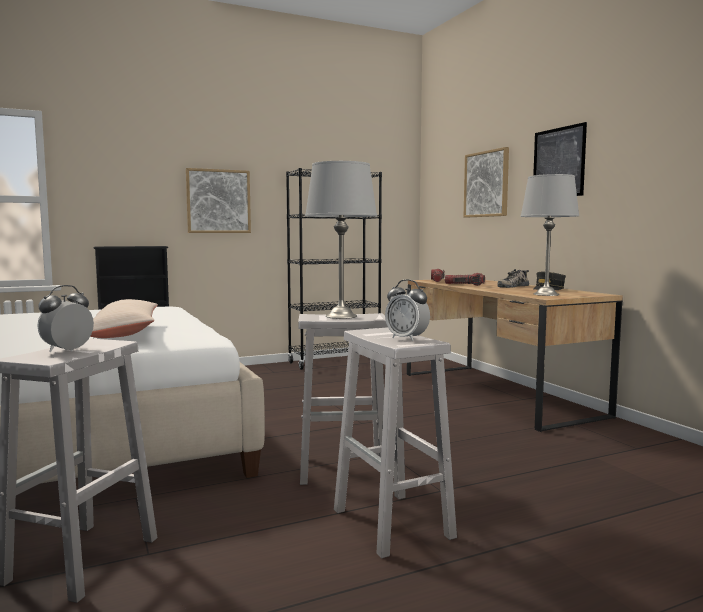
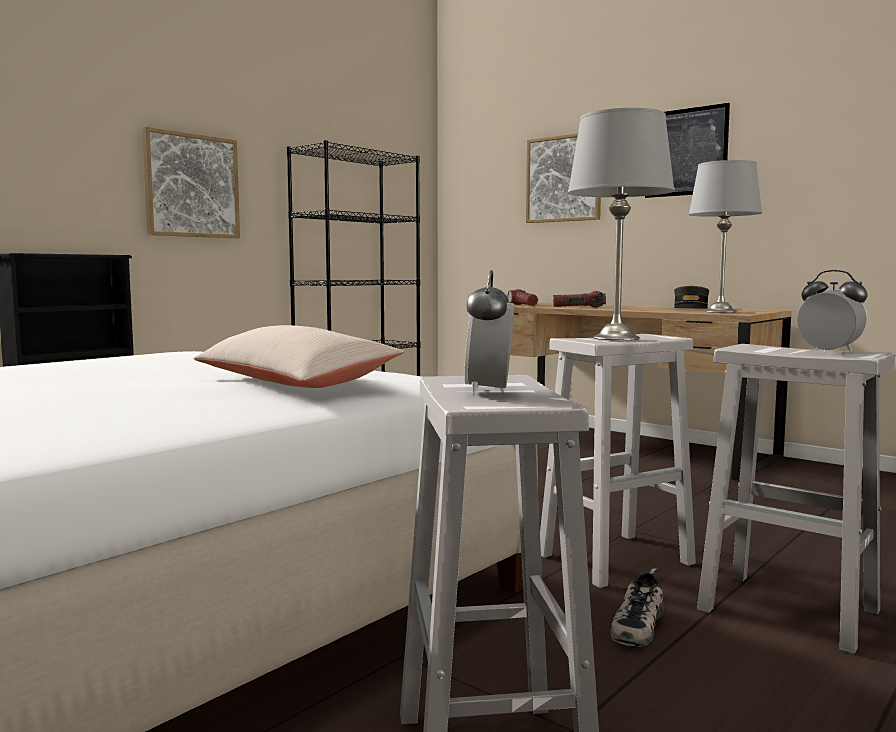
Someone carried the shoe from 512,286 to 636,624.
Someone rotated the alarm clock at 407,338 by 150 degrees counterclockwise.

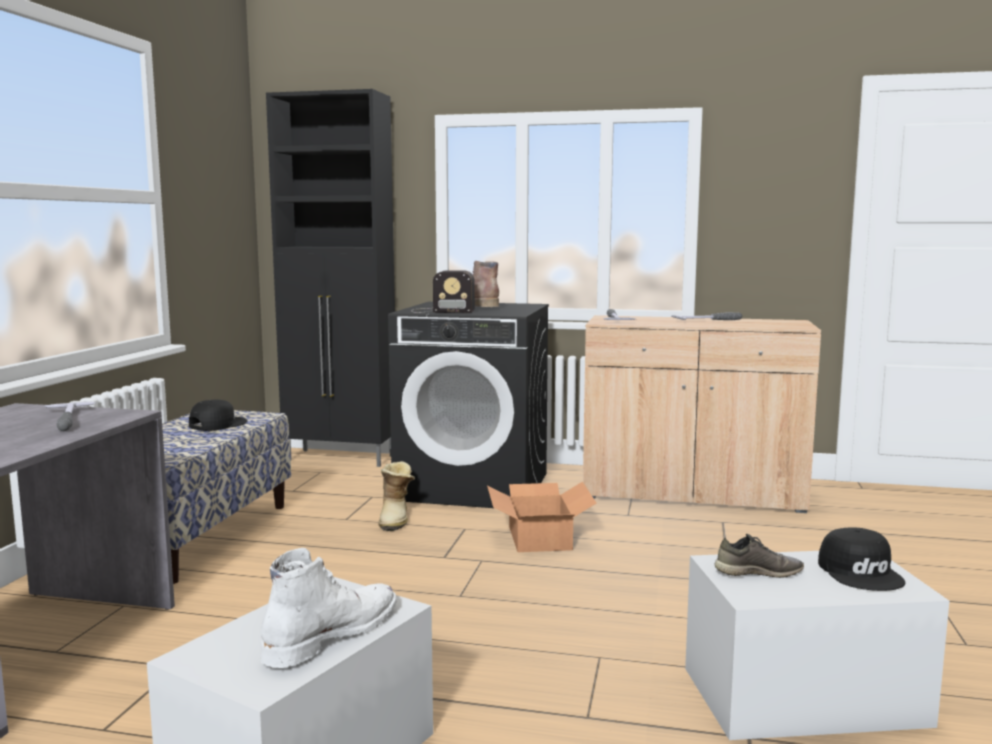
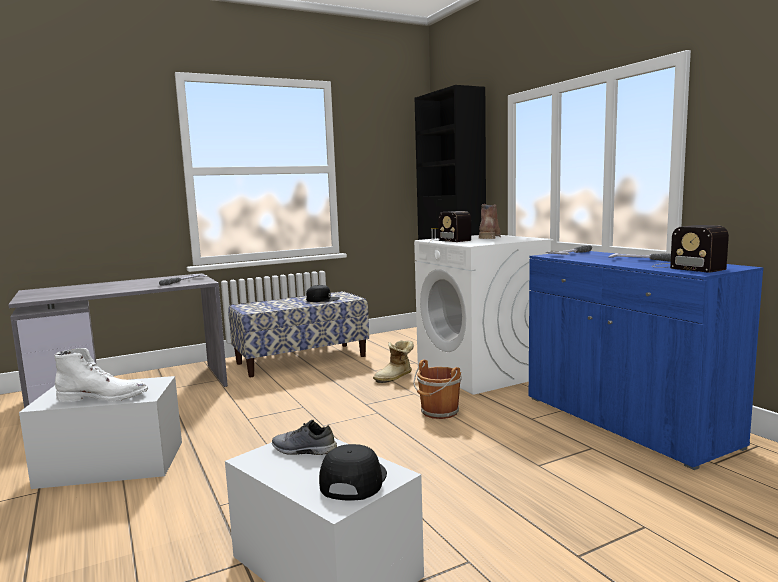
Someone put down the radio at 685,267.
Someone swapped the cardboard box at 540,538 for the brown bucket at 439,412.
Someone repainted the black washing machine at 474,486, which became the white washing machine at 482,372.
Someone repainted the beige cabinet at 692,493, which became the blue cabinet at 625,421.
Someone rotated the grey shoe at 758,572 by 150 degrees clockwise.
Someone rotated the black cap at 861,572 by 150 degrees clockwise.

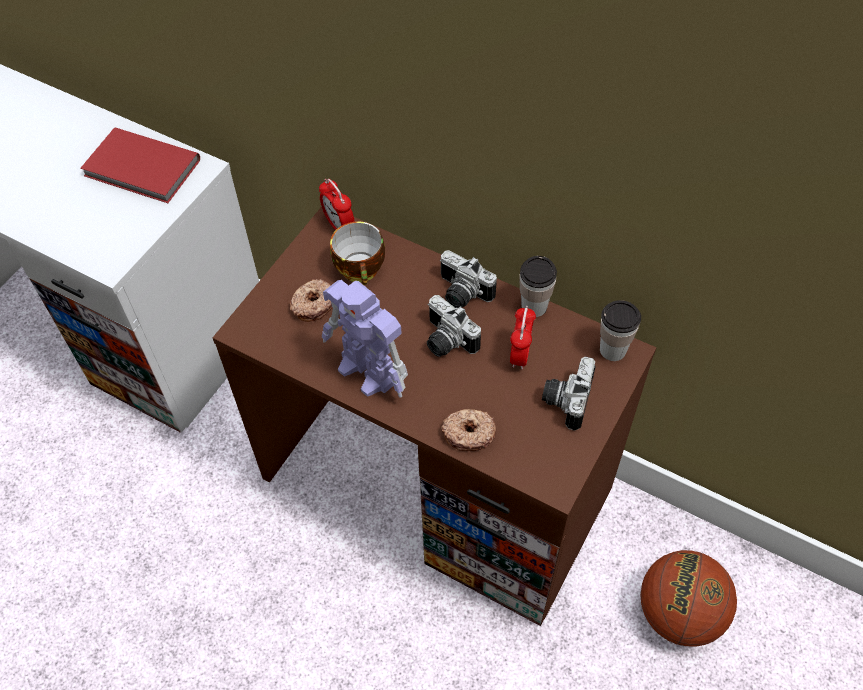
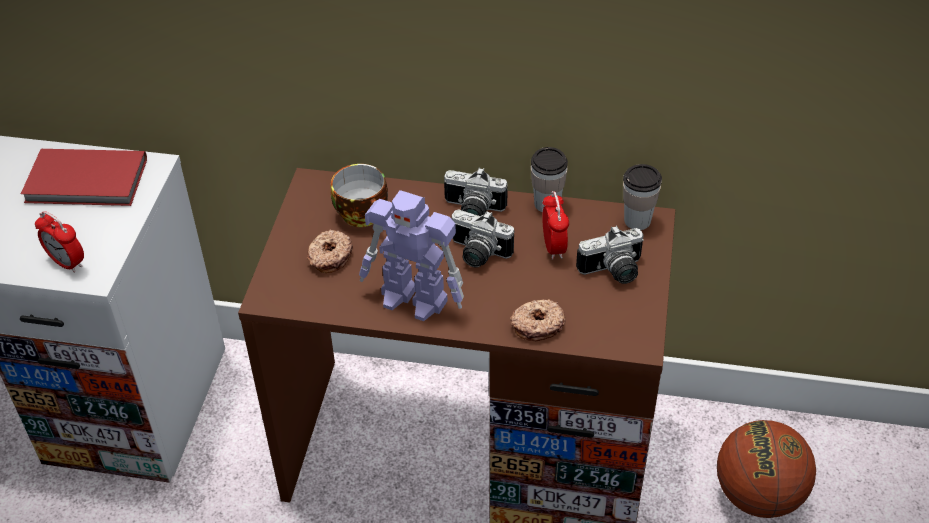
Someone carried the alarm clock from 339,225 to 67,263.
Someone rotated the photo camera at 565,399 by 105 degrees counterclockwise.

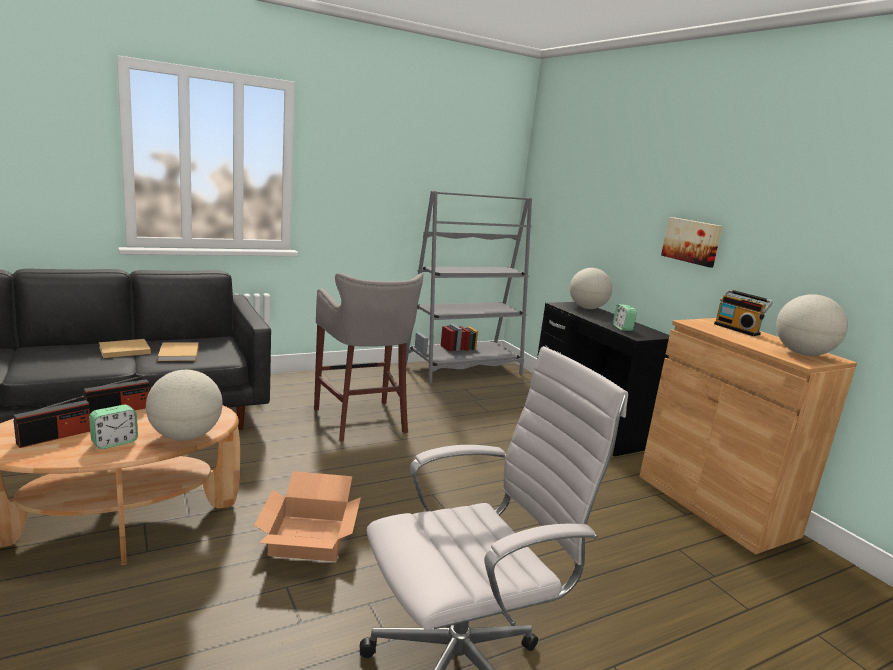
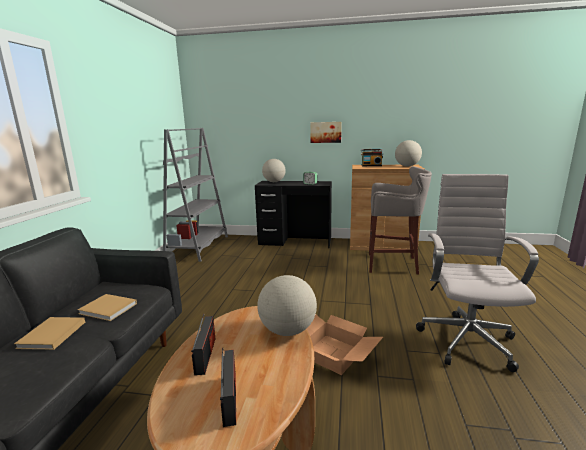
Someone took away the alarm clock at 114,442.
Someone carried the grey stool from 362,421 to 393,264.

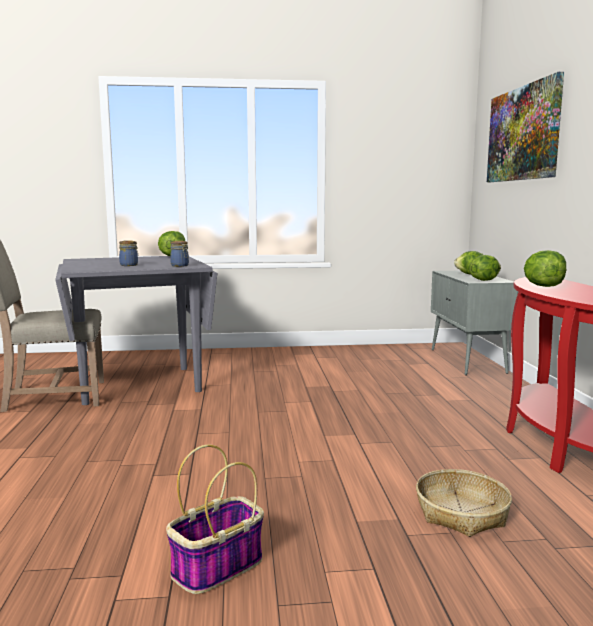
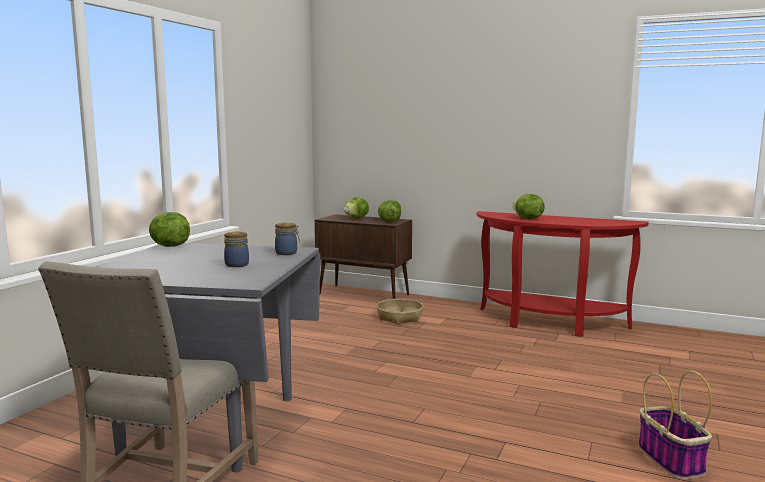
Someone took away the picture at 522,134.
Someone carried the basket from 461,513 to 399,317.
Someone repainted the grey cabinet at 467,361, which became the brown cabinet at 364,294.

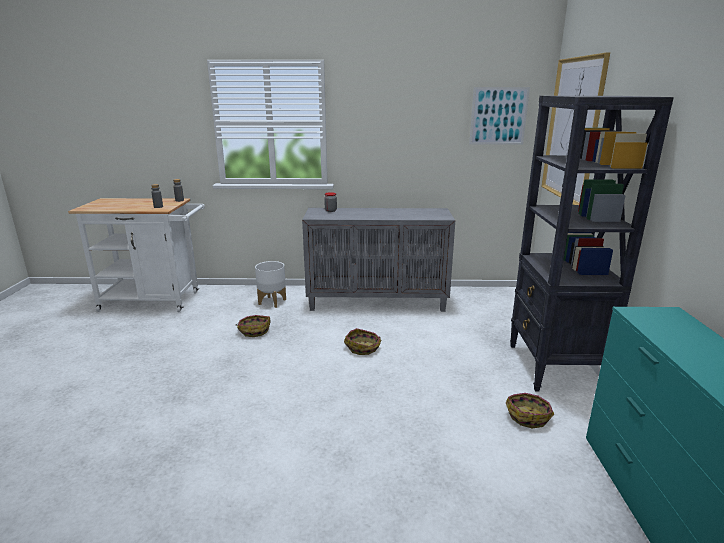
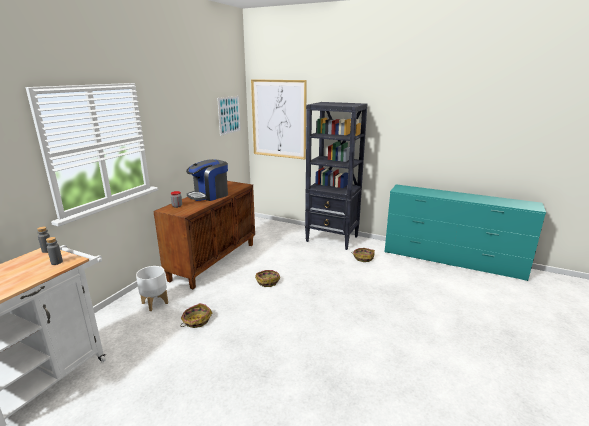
Someone put down the coffee machine at 209,195.
Someone repainted the grey cabinet at 378,302, which became the brown cabinet at 214,261.

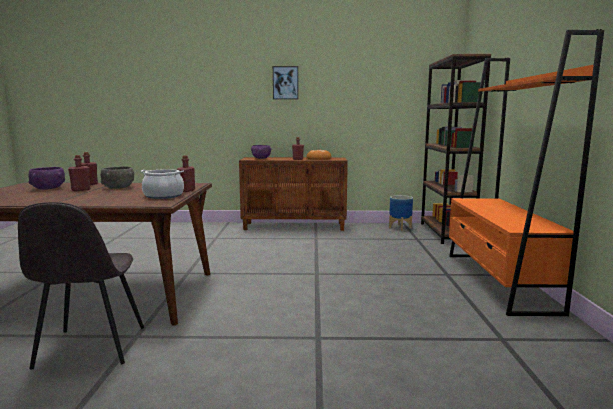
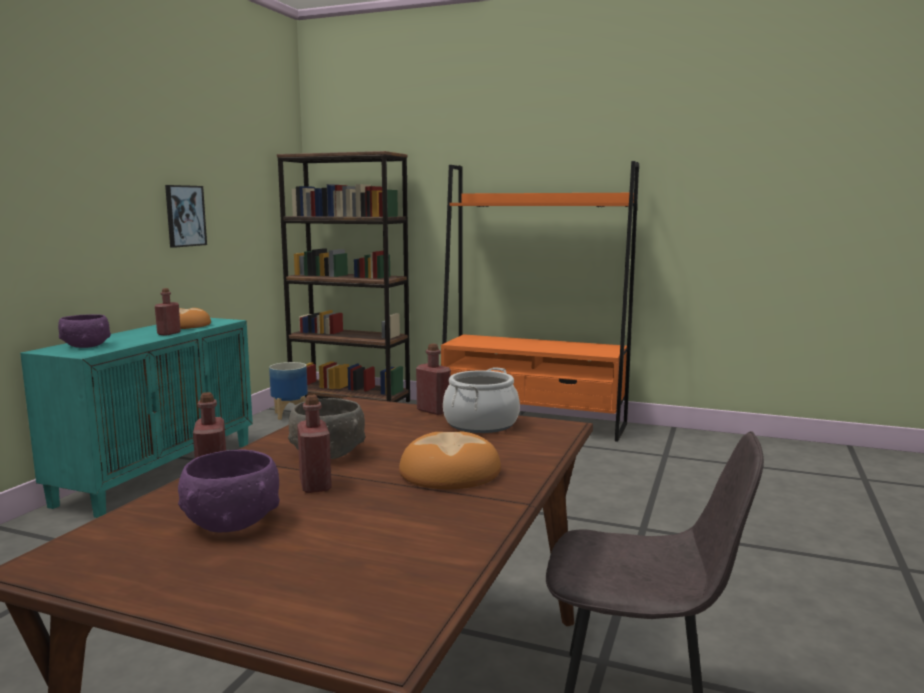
Someone put down the bread at 450,471.
Someone carried the picture from 285,83 to 185,216.
Someone repainted the brown cabinet at 295,226, which became the turquoise cabinet at 159,472.

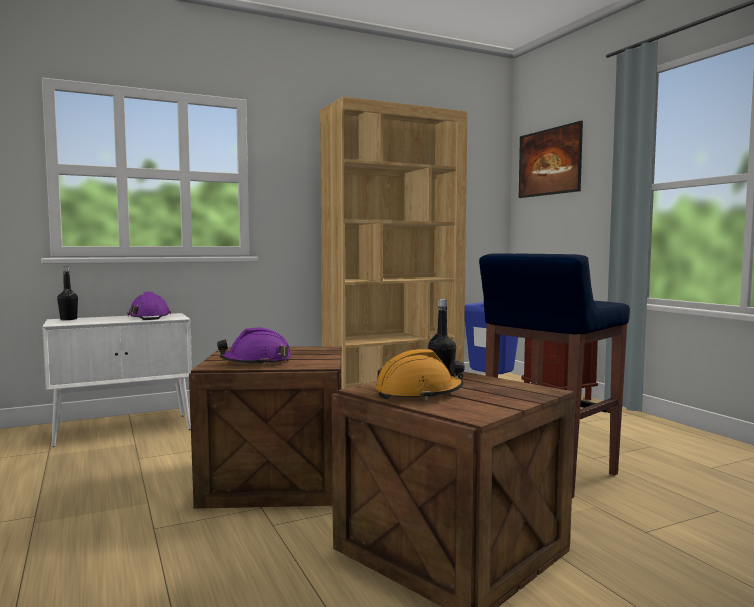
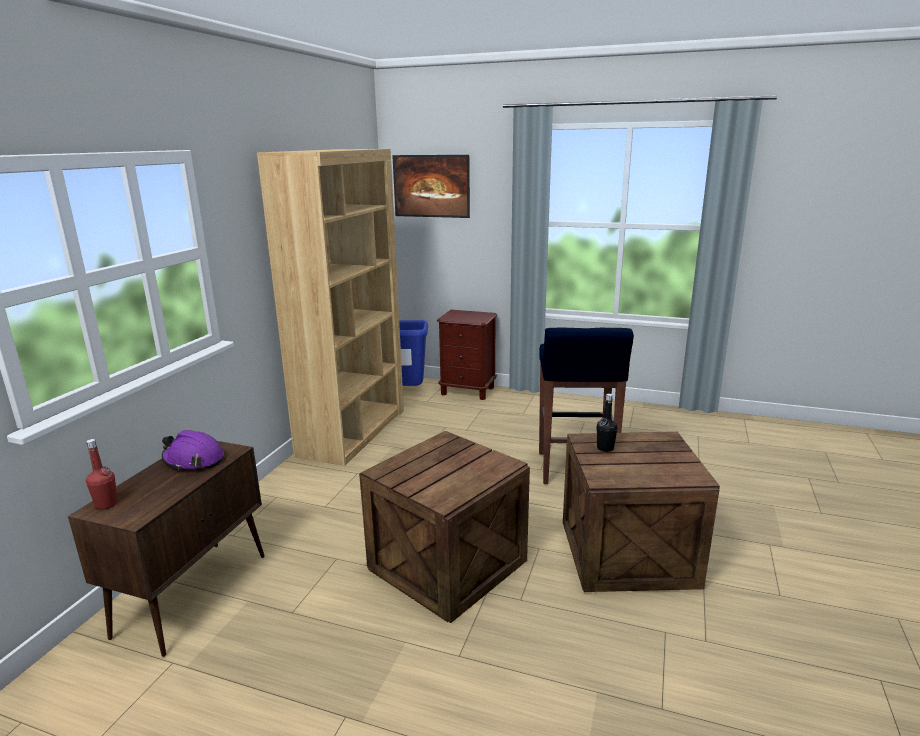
Someone took away the purple hard hat at 256,362.
Someone took away the orange hard hat at 419,393.
Someone repainted the white cabinet at 124,430, which became the brown cabinet at 194,593.
Someone repainted the black bottle at 68,319, which became the red bottle at 106,504.

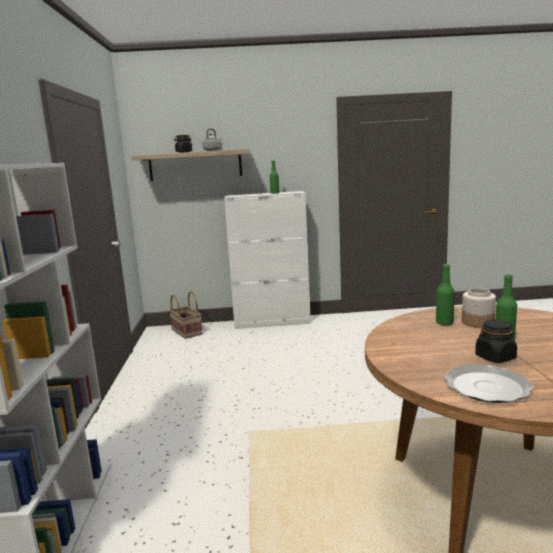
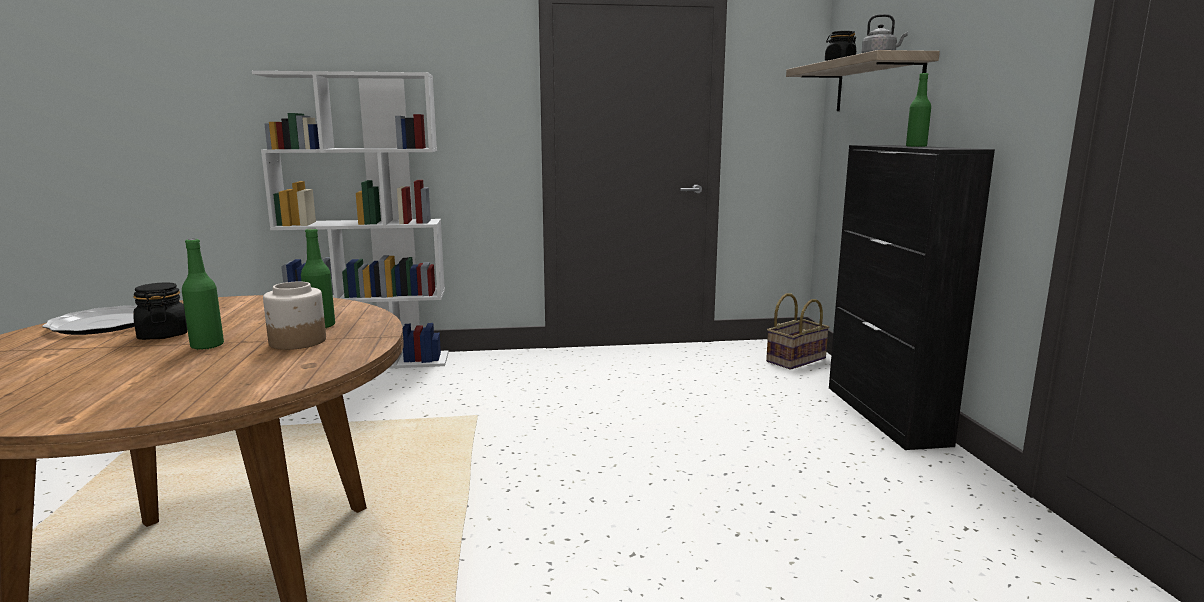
Someone repainted the white cabinet at 272,322, which became the black cabinet at 885,415.

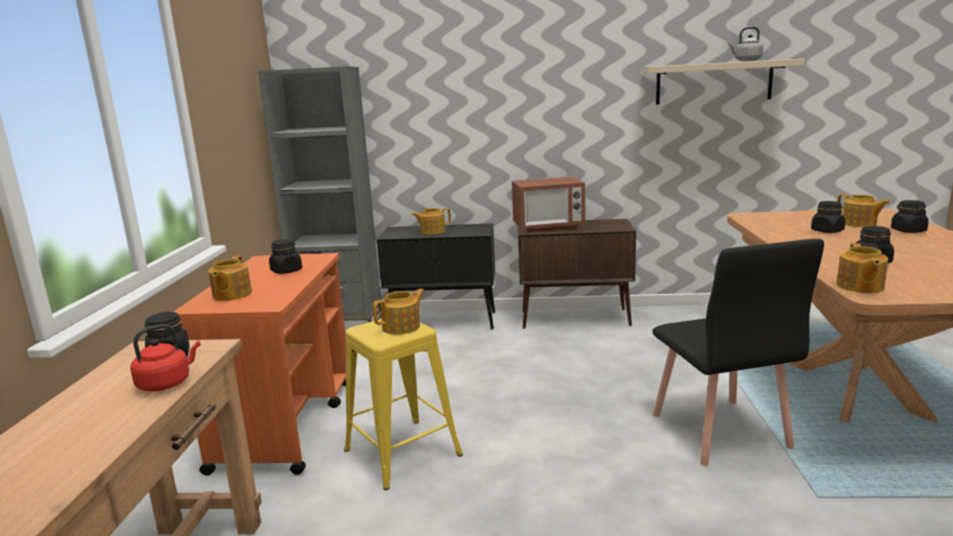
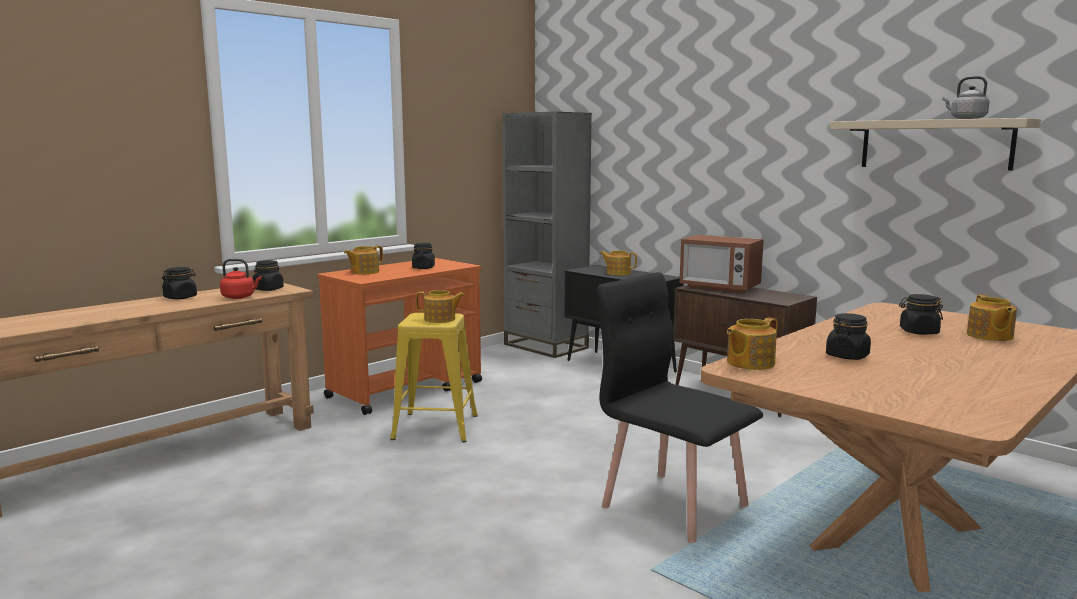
Someone carried the black jar from 908,230 to 180,297.
Someone rotated the black chair at 719,431 by 105 degrees clockwise.

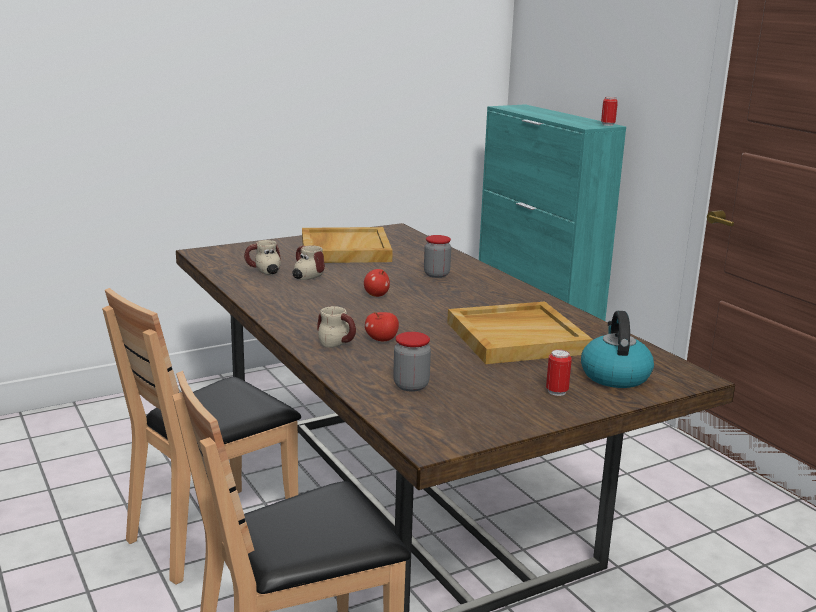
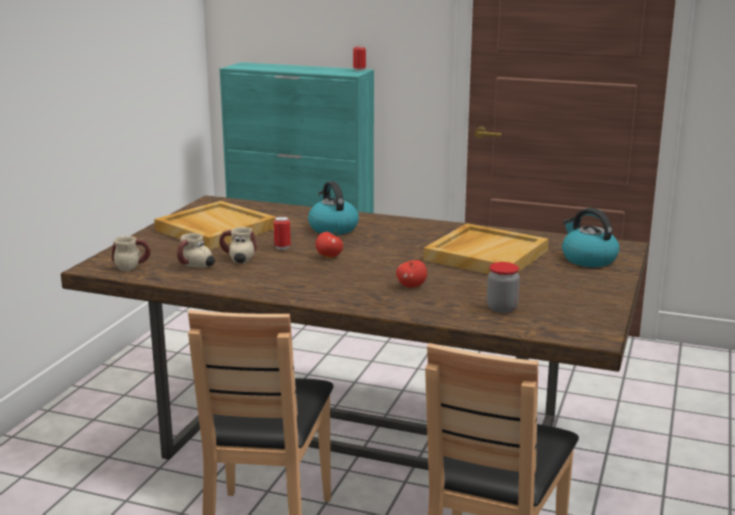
Someone carried the mug from 341,342 to 133,265.
Someone carried the can from 557,392 to 282,247.
Someone swapped the jar at 436,274 for the kettle at 332,228.

